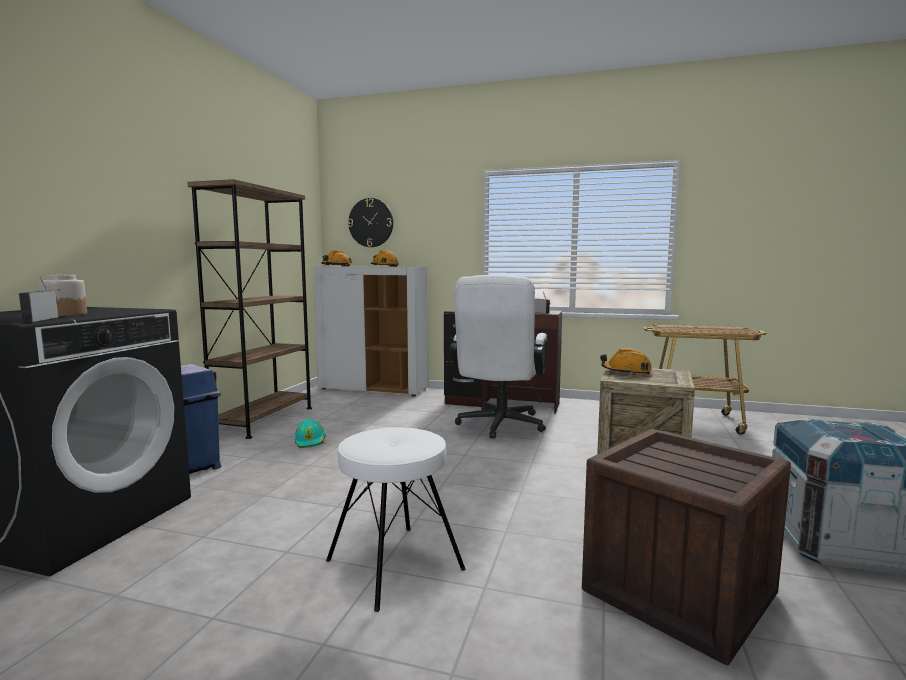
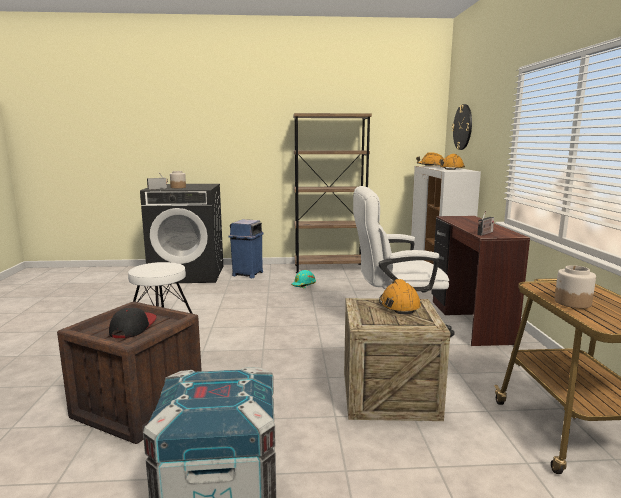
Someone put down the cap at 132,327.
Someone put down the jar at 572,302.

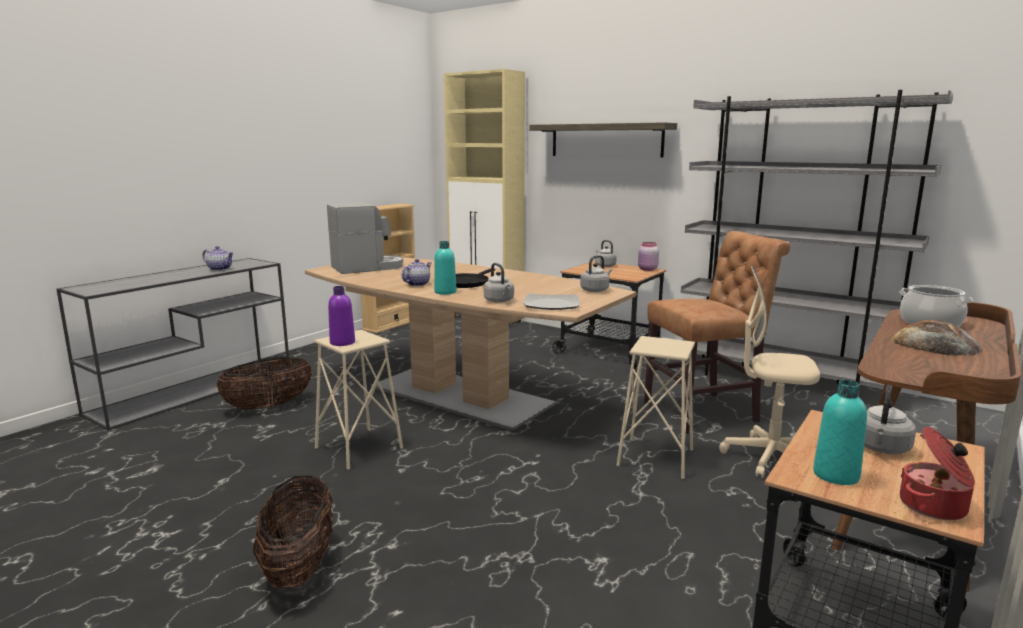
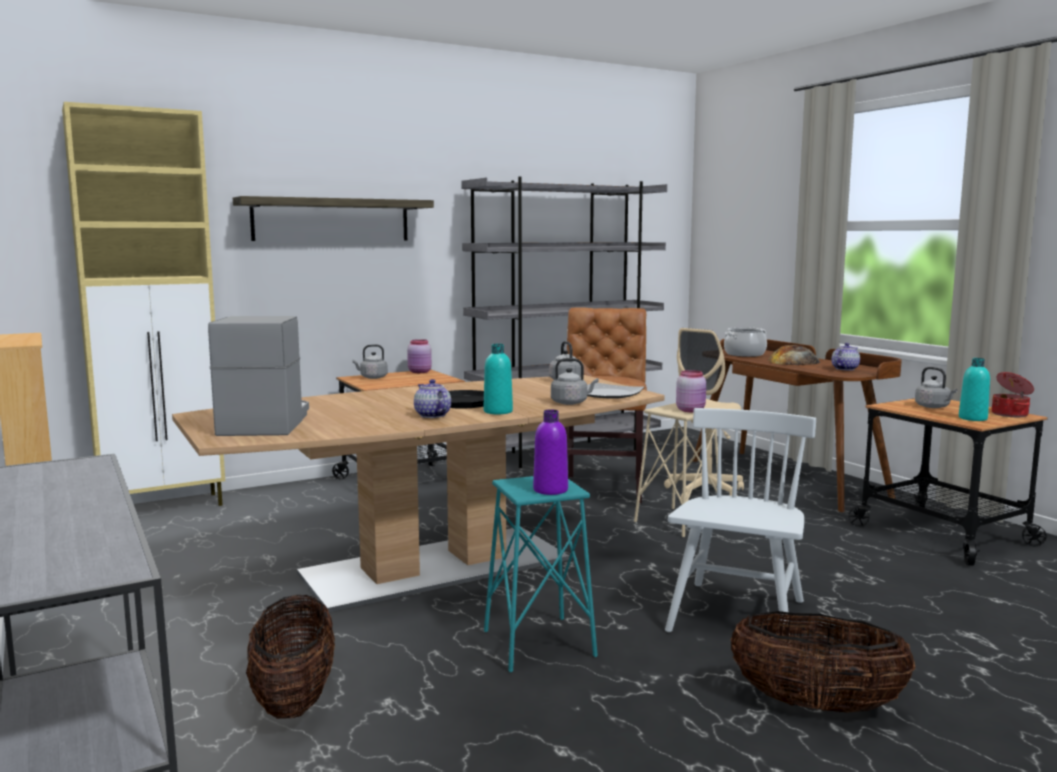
Someone put down the white chair at 738,616.
Someone put down the pink jar at 691,410.
Someone carried the teapot from 220,269 to 844,369.
Someone repainted the beige stool at 358,448, which became the turquoise stool at 538,643.

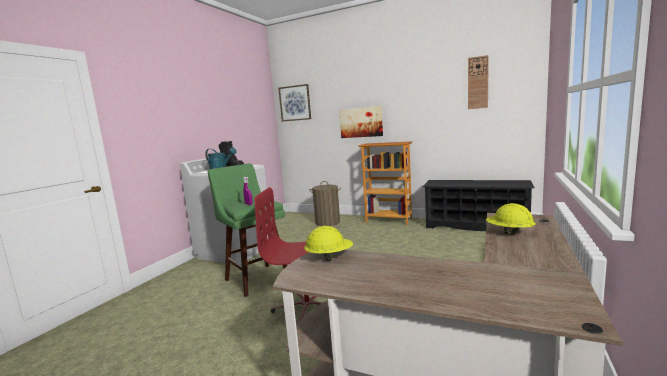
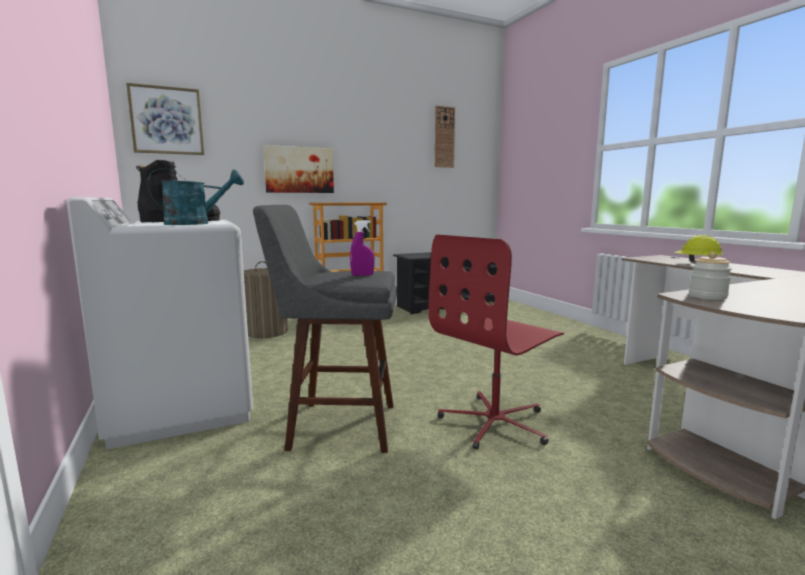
Someone swapped the yellow hard hat at 329,257 for the jar at 707,296.
Someone repainted the green stool at 256,278, which became the grey stool at 337,426.

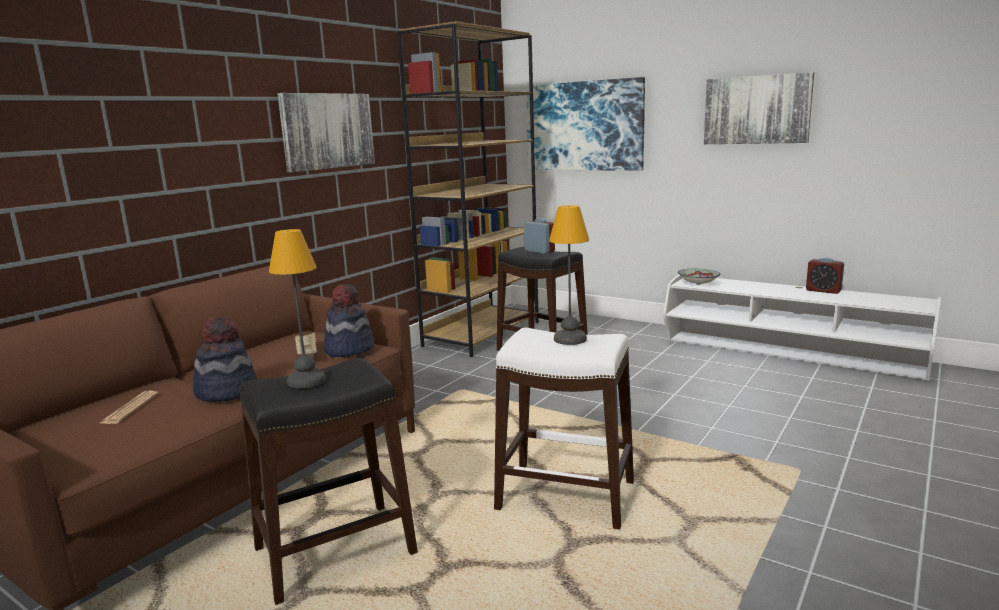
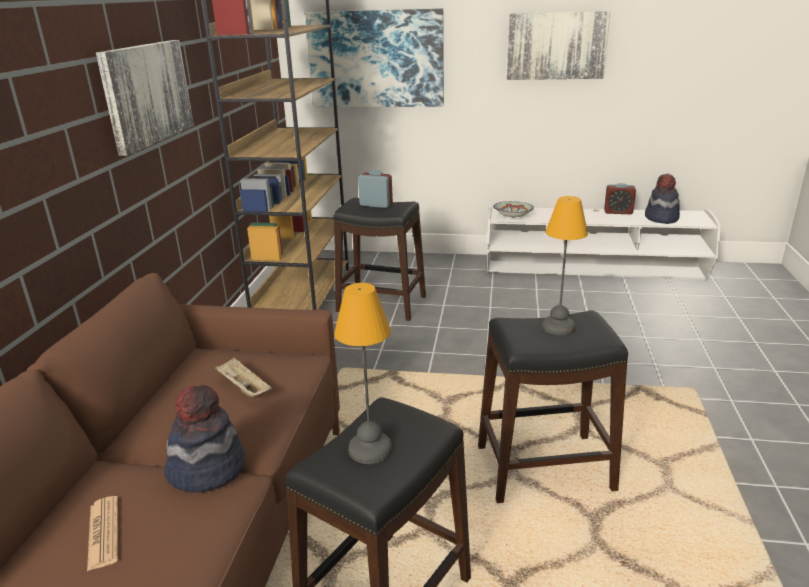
Someone carried the hat from 349,349 to 661,218.
Someone repainted the white stool at 566,496, which became the black stool at 545,469.

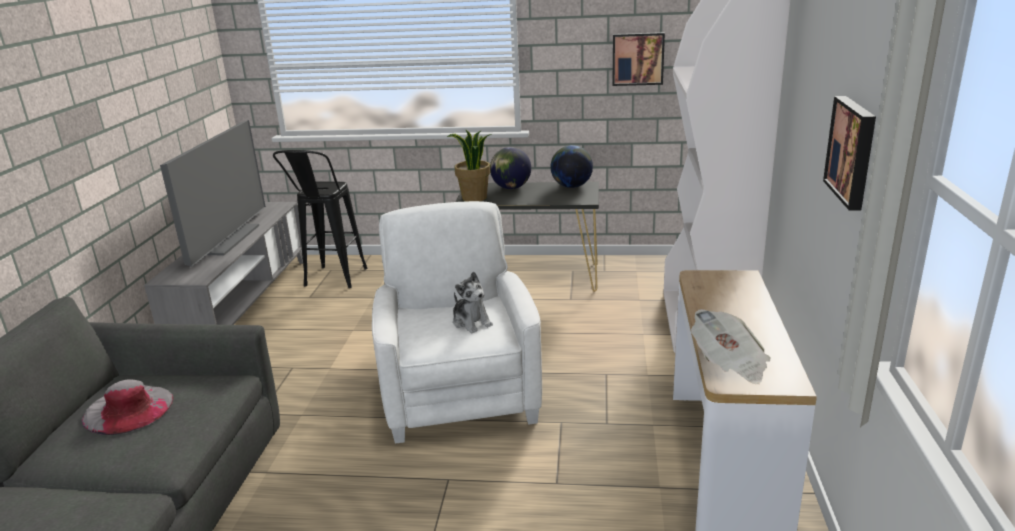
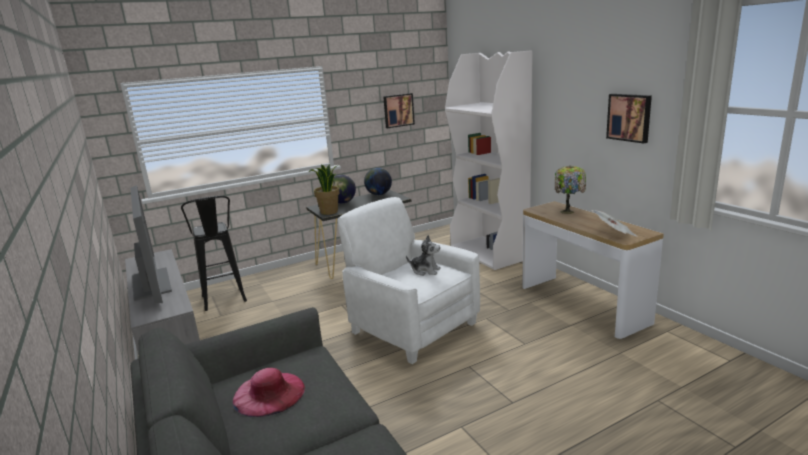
Someone put down the table lamp at 568,212.
Someone repainted the grey hat at 128,409, which became the pink hat at 269,393.

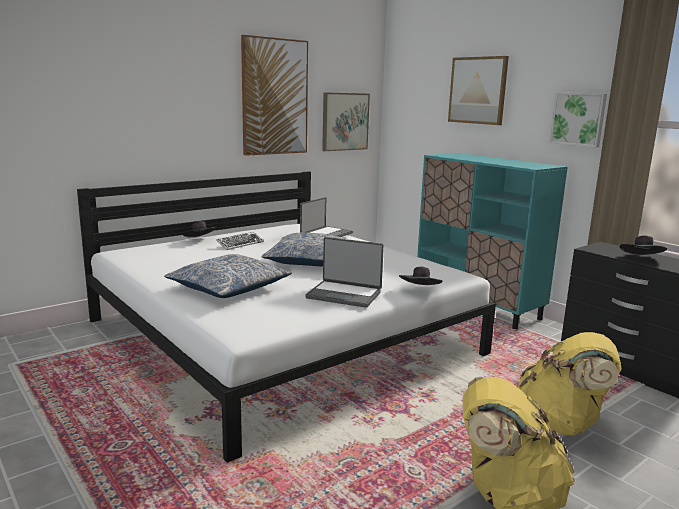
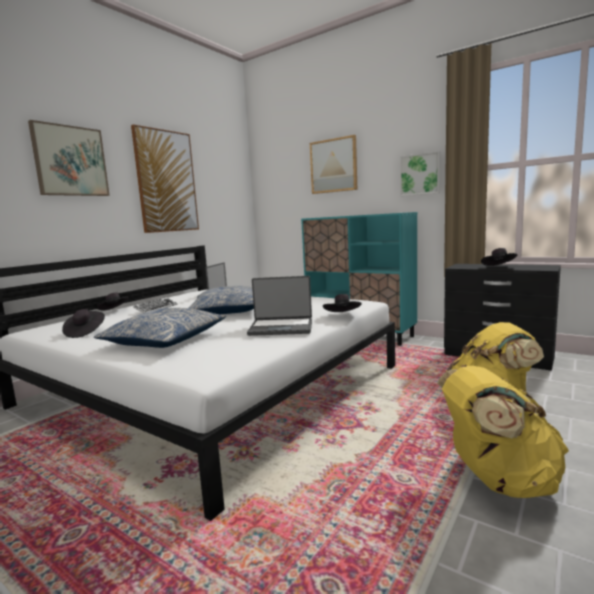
Someone put down the black hat at 85,332.
Someone carried the picture from 345,121 to 70,161.

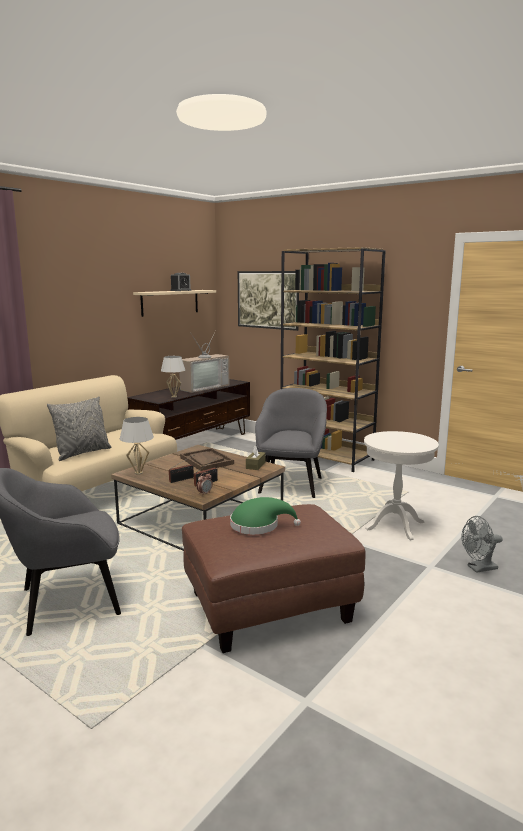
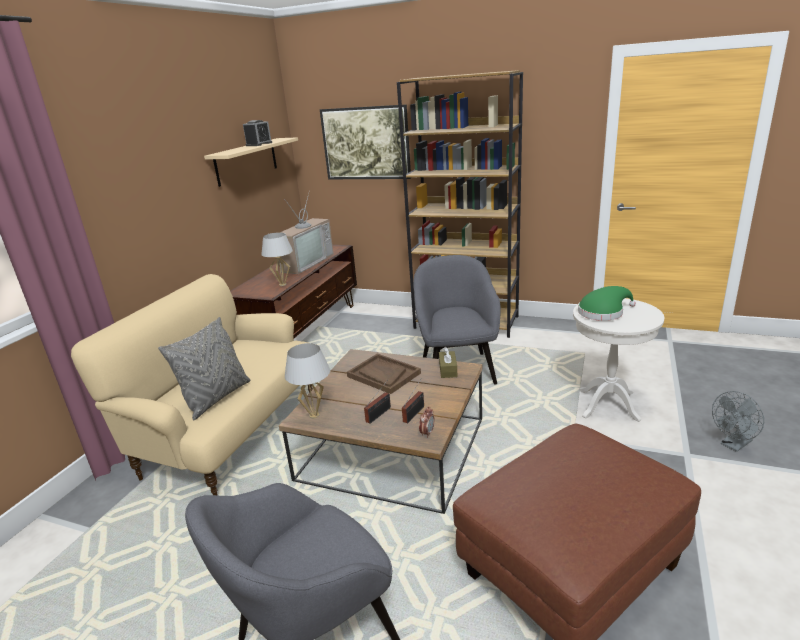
Someone carried the green hat from 258,525 to 603,312.

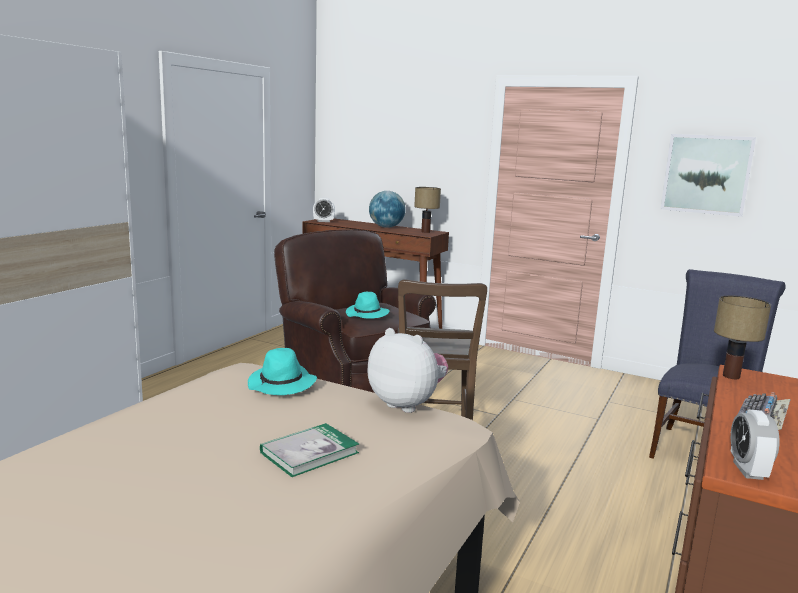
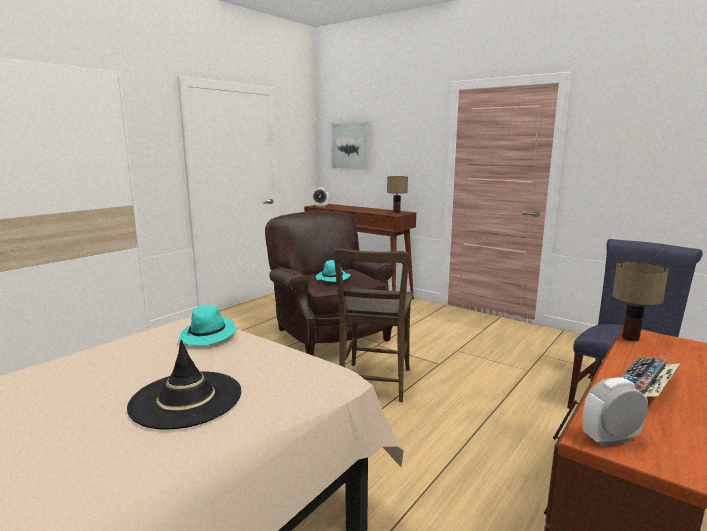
Someone took away the plush toy at 407,404.
Someone took away the globe at 386,227.
Someone carried the picture from 706,174 to 351,146.
Someone swapped the book at 309,452 for the black hat at 186,399.
Someone rotated the alarm clock at 748,470 by 60 degrees clockwise.

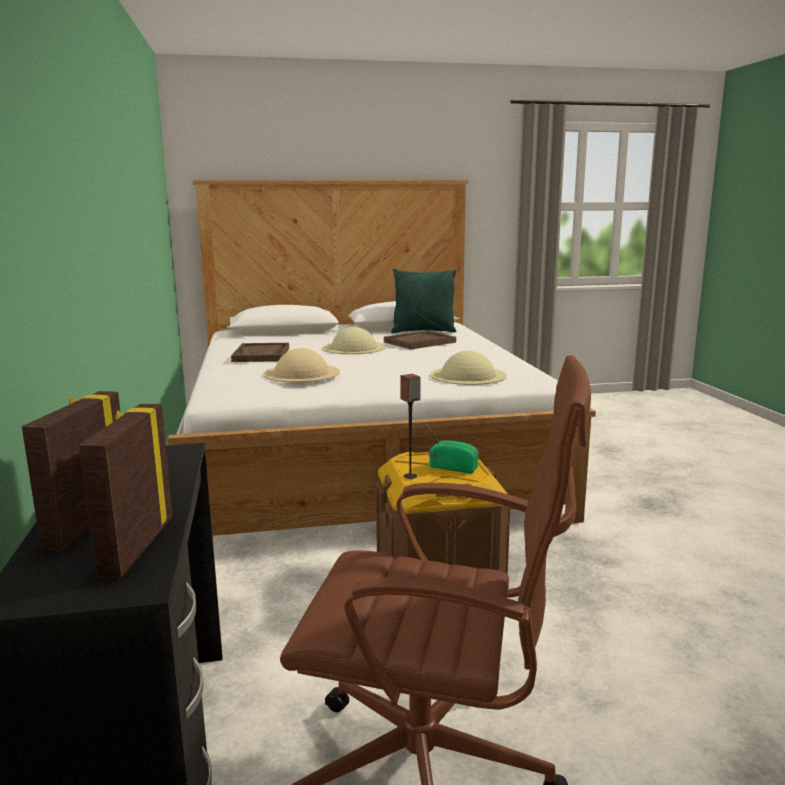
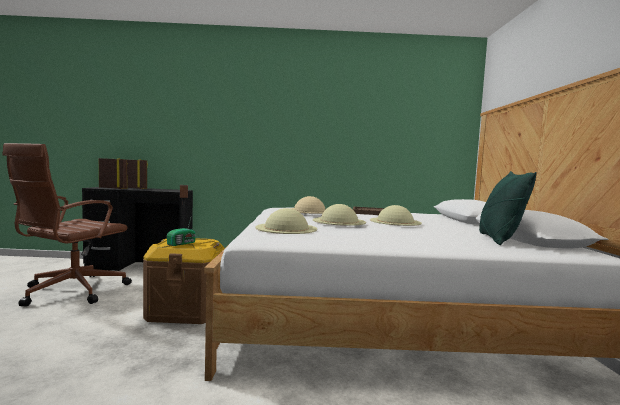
Someone took away the brown tray at 419,342.
Someone put down the beige hat at 339,221.

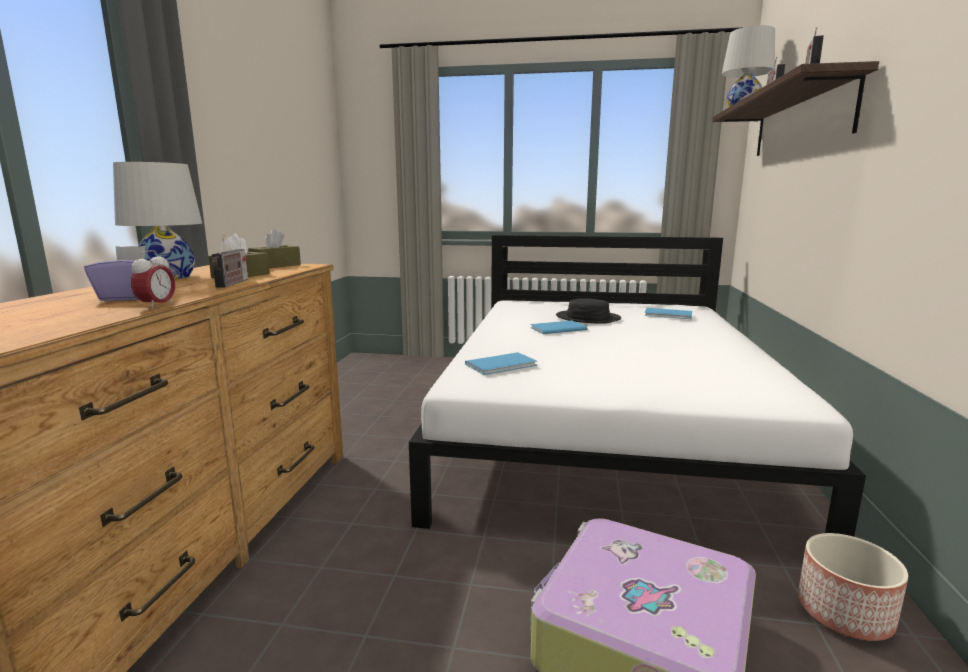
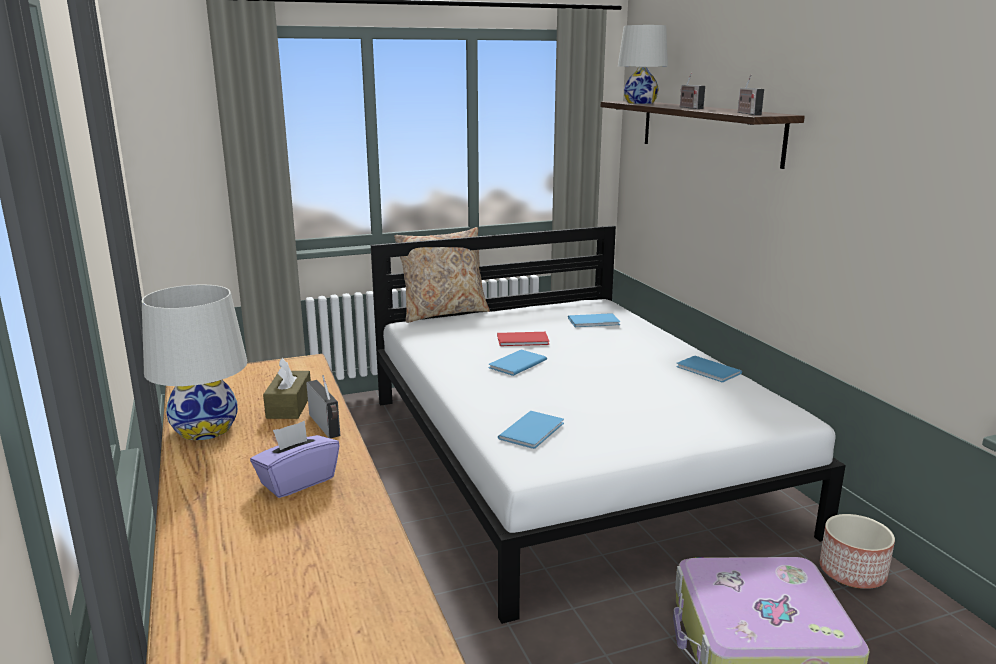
Someone took away the alarm clock at 157,306.
Someone took away the brown tissue box at 275,266.
Someone put down the beige pillow at 443,313.
Someone put down the blue book at 708,371.
Someone swapped the black hat at 587,318 for the red book at 524,340.

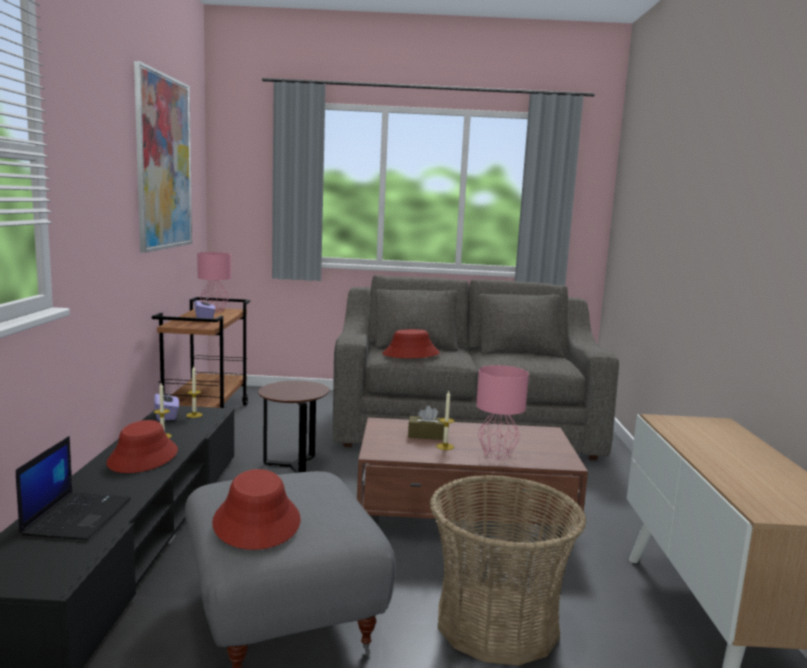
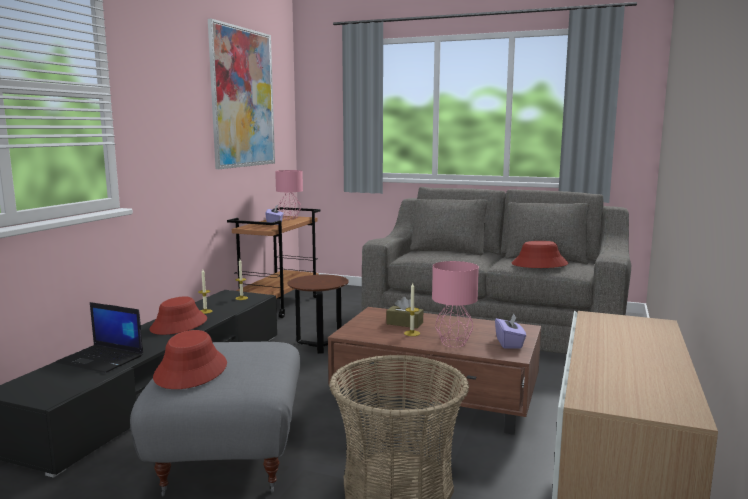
Someone carried the purple tissue box from 167,416 to 509,343.
Someone carried the red hat from 411,354 to 539,264.
Someone rotated the laptop at 77,516 by 90 degrees clockwise.

